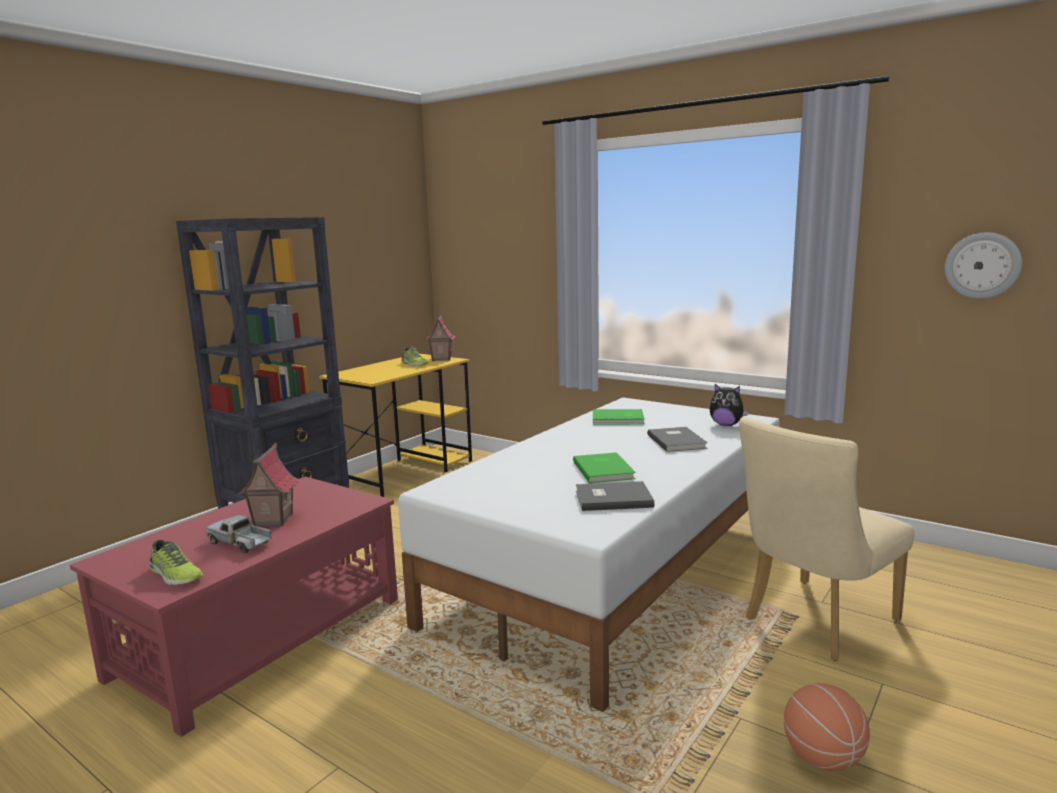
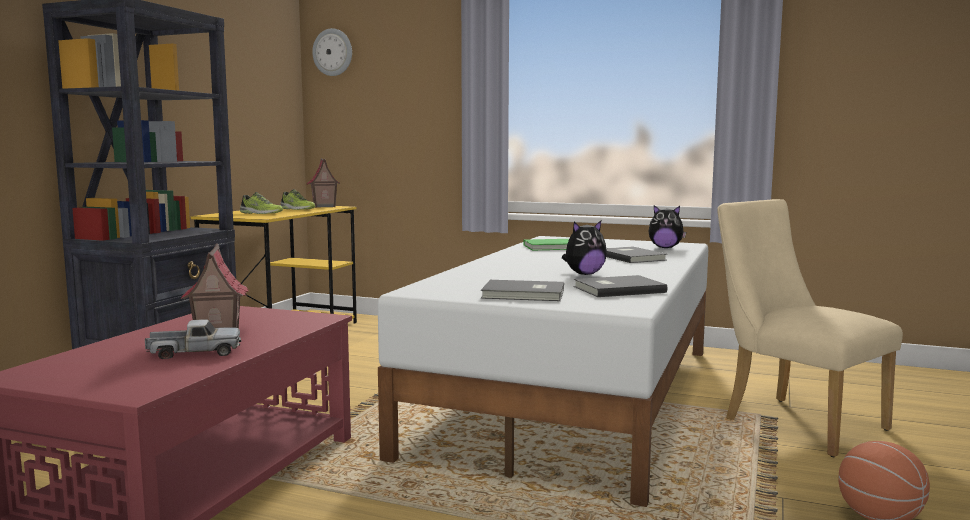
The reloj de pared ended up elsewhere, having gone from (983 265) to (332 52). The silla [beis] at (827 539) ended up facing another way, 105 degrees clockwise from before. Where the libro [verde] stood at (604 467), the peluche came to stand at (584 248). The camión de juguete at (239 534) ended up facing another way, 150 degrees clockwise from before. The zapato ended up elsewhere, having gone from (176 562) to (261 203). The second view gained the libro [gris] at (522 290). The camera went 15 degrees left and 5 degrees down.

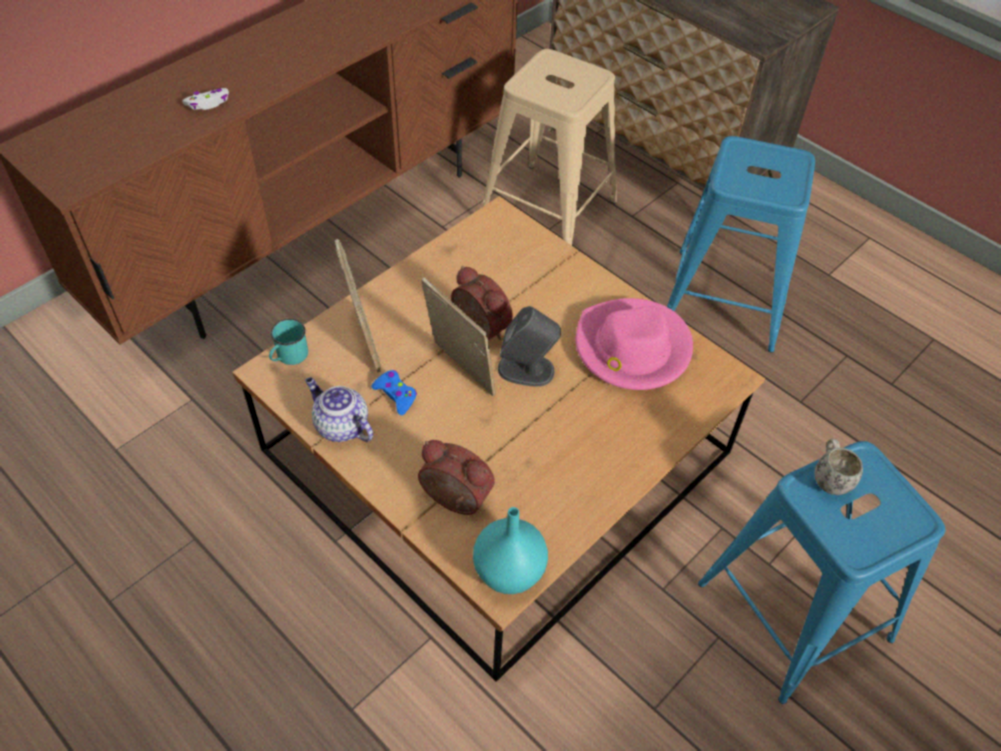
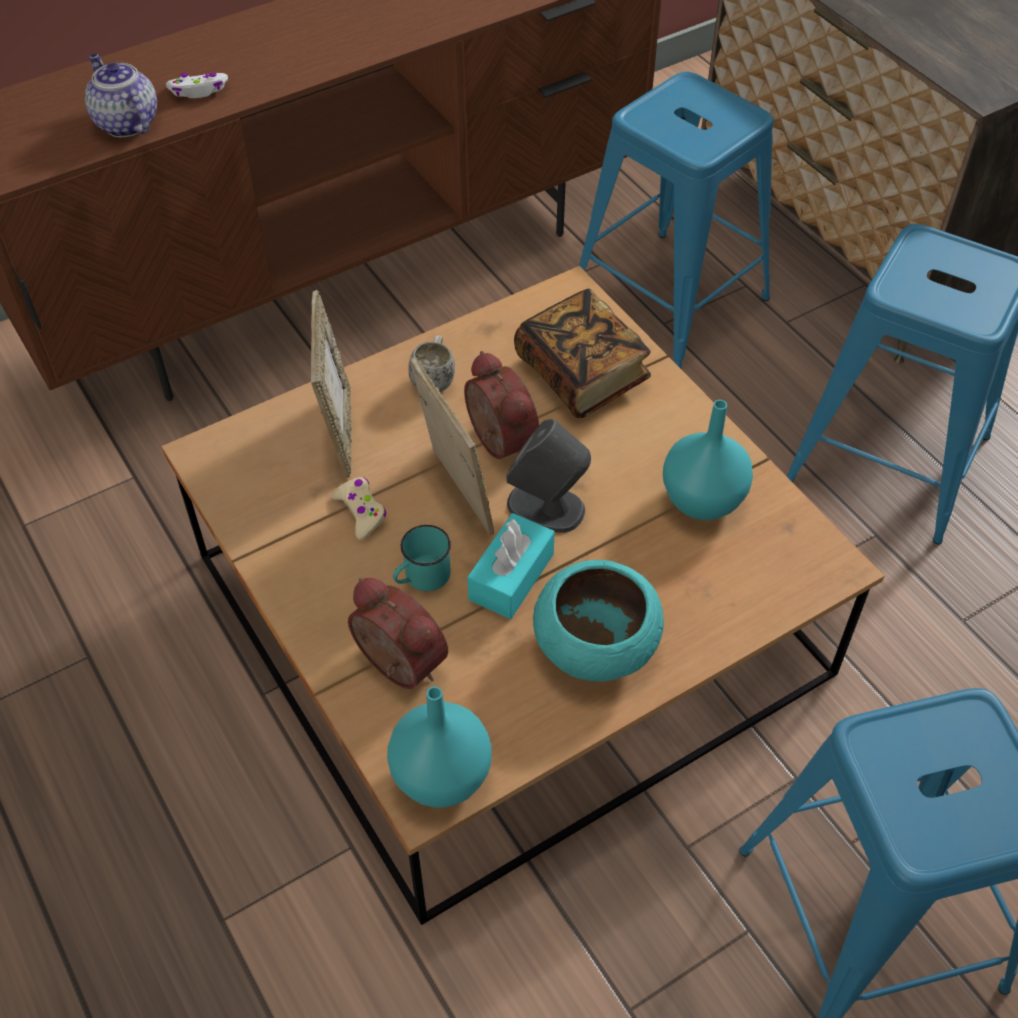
What was the taburete [beis] at (549 147) turned into the taburete [azul] at (676 220). Where the sombrero [rosa] stood at (634 344), the florero [turquesa] came to stand at (708 460). The taza grande [turquesa] ended up elsewhere, having gone from (288 342) to (422 558). What was the mando de consola [azul] at (394 392) turned into the mando de consola [beis] at (359 508). The tetera ended up elsewhere, having gone from (339 409) to (121 95). The taza grande [blanco] ended up elsewhere, having gone from (838 467) to (431 363). The second view gained the libro at (582 353). The second view gained the caja de pañuelos [turquesa] at (511 566). The second view gained the cuenco [turquesa] at (598 621). The camera went 15 degrees right and 0 degrees up.

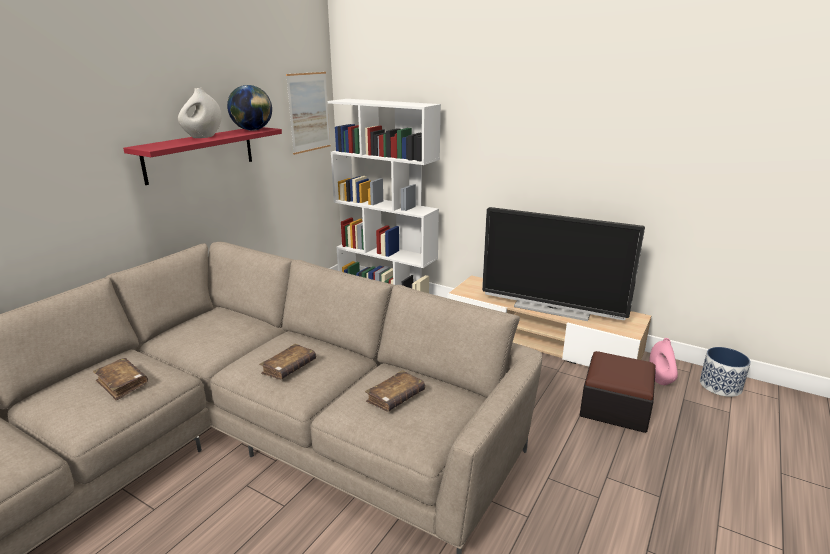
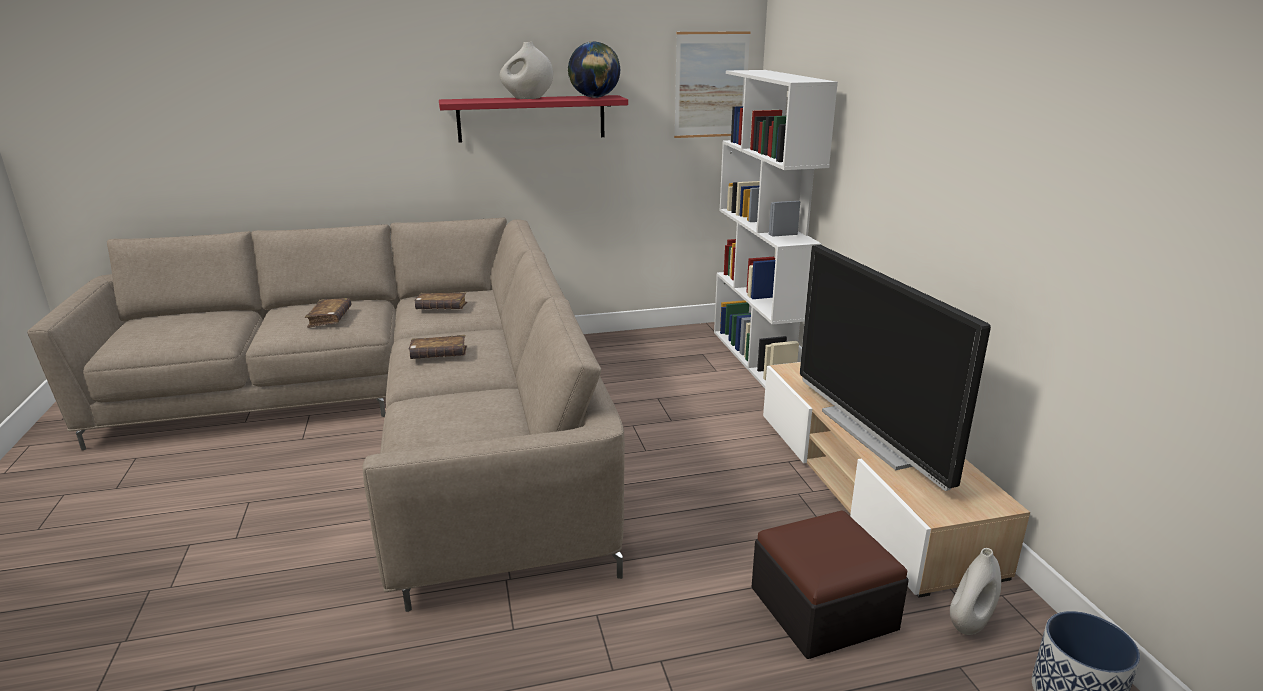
What was the florero [rosa] at (663 361) turned into the florero [blanco] at (975 591). The libro [marrón] ended up elsewhere, having gone from (395 391) to (440 300). The camera went 45 degrees right and 0 degrees up.

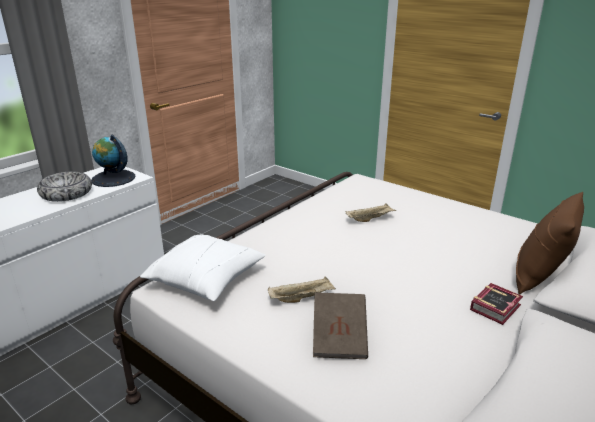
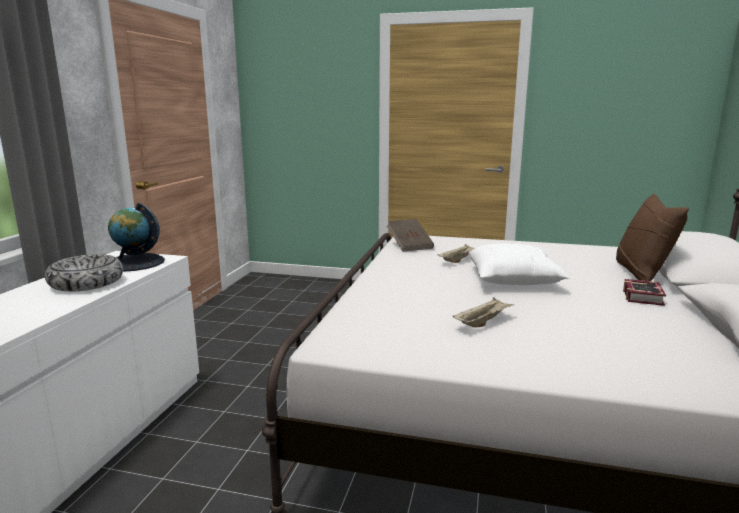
The cojín [blanco] ended up elsewhere, having gone from (203 267) to (519 264). The libro [marrón] ended up elsewhere, having gone from (340 325) to (410 235). The camera went 25 degrees left and 10 degrees down.

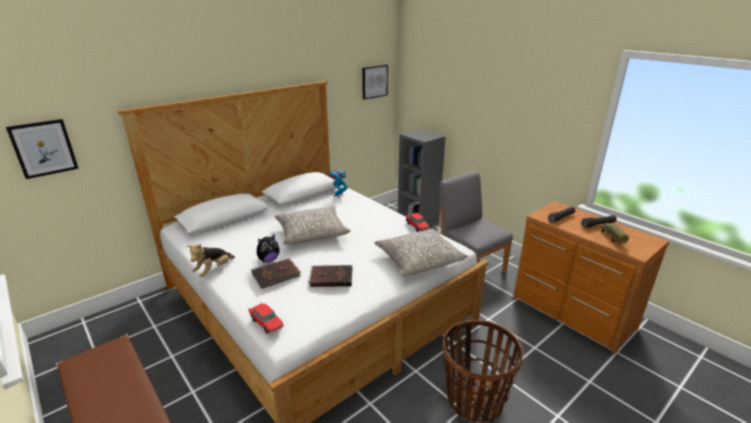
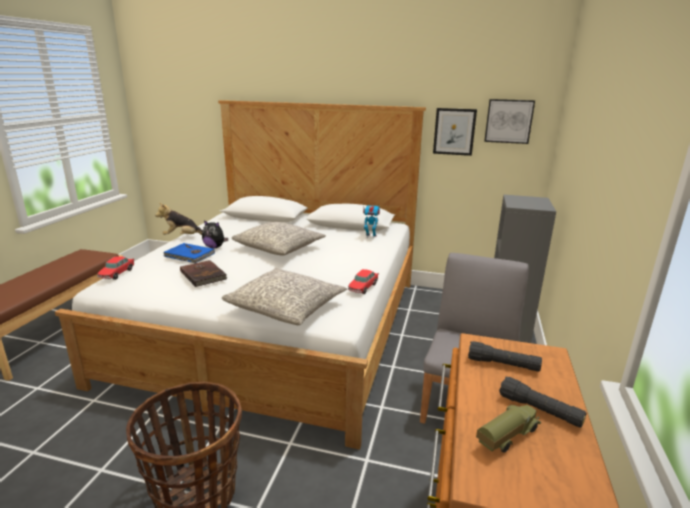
The cuadro ended up elsewhere, having gone from (42 149) to (455 132). What was the libro [marrón] at (276 274) turned into the libro [azul] at (189 253). The camera went 55 degrees right and 5 degrees down.

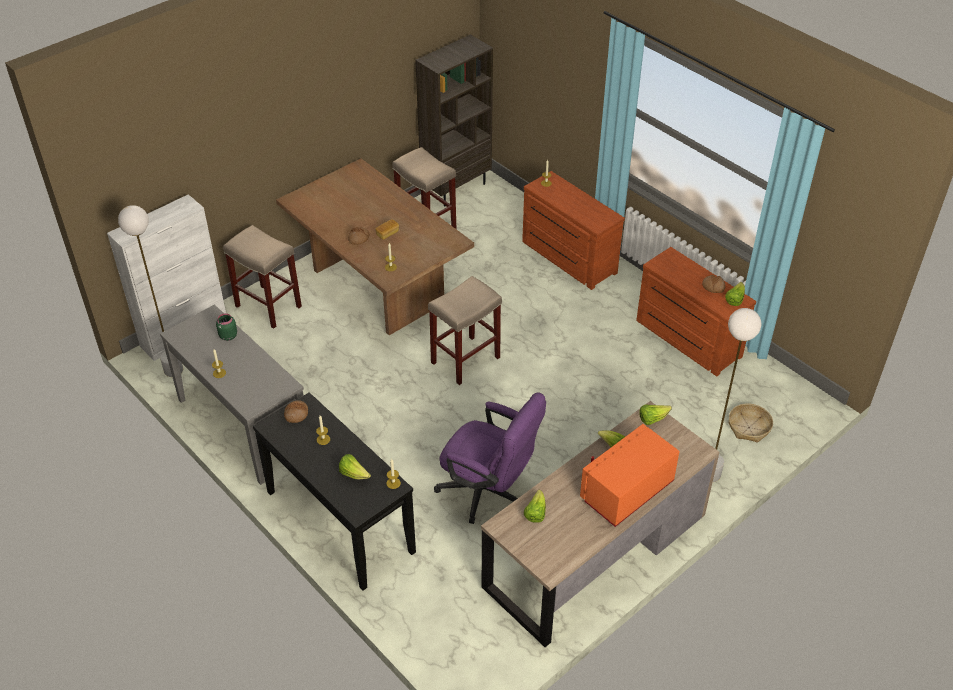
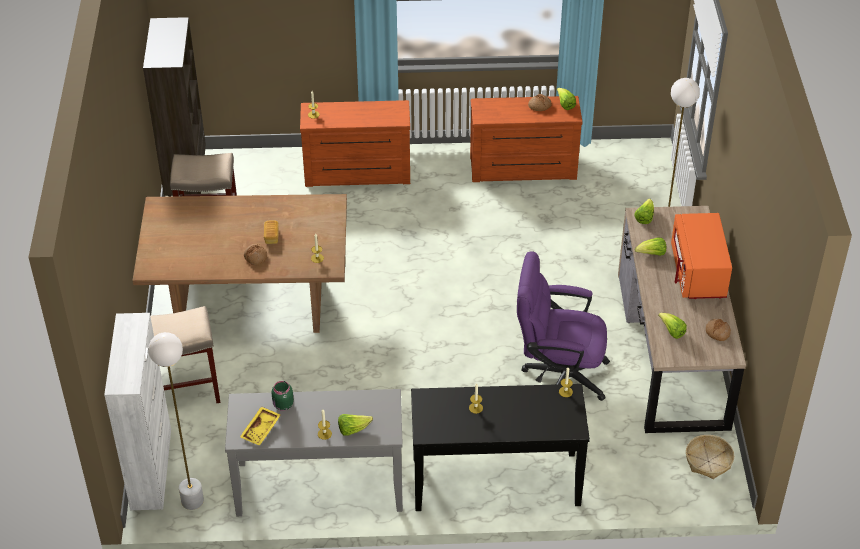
The second view lost the taburete [beis] at (465 330). The silla de oficina [morado] at (490 458) ended up facing another way, 150 degrees counterclockwise from before. The pan ended up elsewhere, having gone from (296 412) to (718 330). The cesta ended up elsewhere, having gone from (751 423) to (710 457). The lechuga ended up elsewhere, having gone from (355 466) to (355 425). The second view gained the bandeja [amarillo] at (260 426). The camera went 50 degrees left and 0 degrees up.

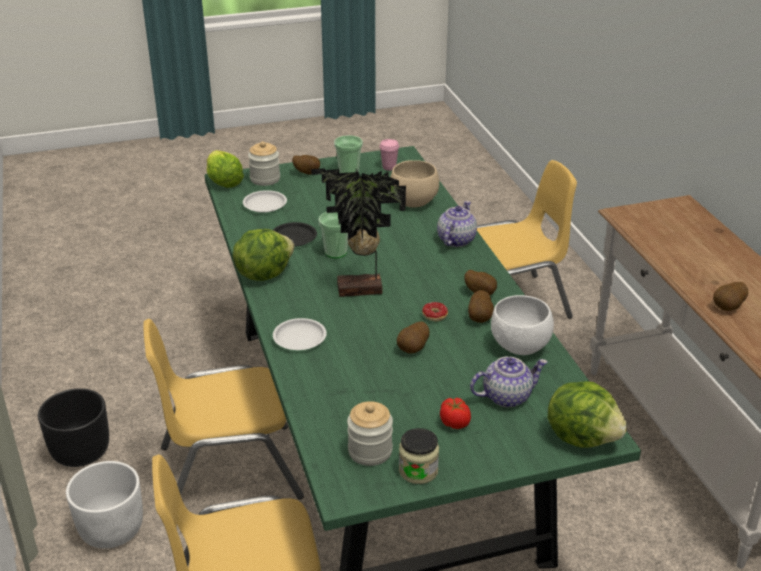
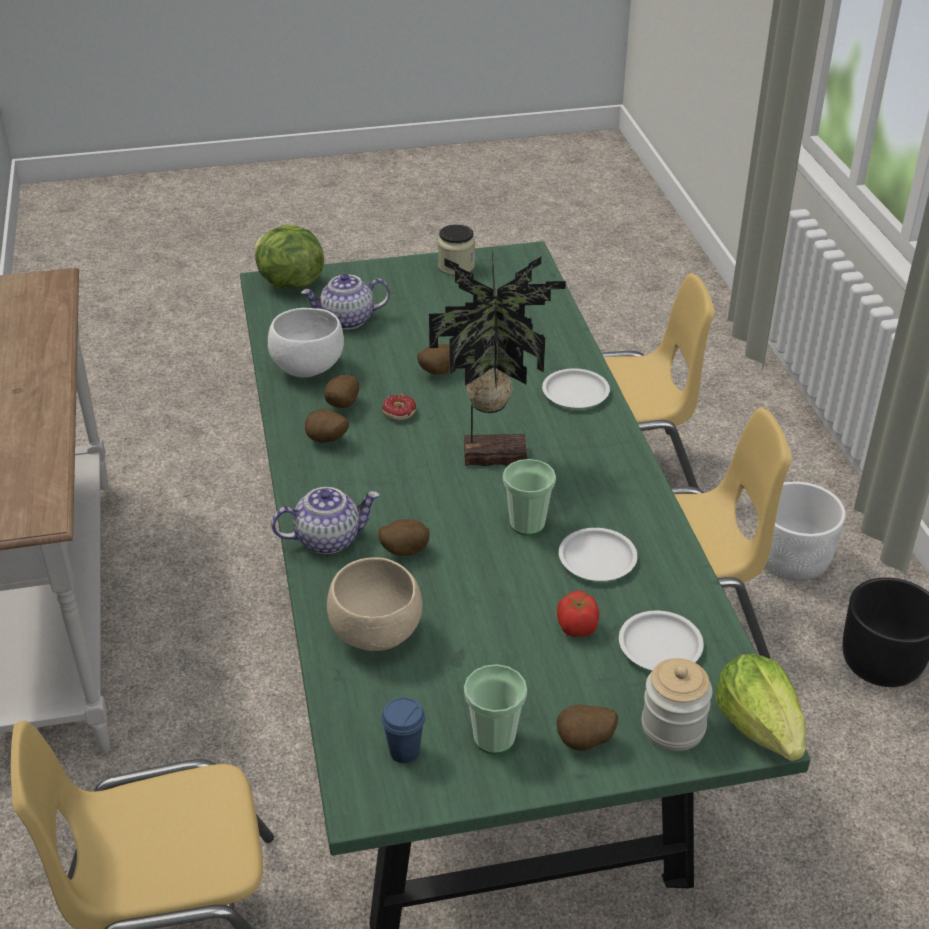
What was the taza [rosa] at (389 155) turned into the taza [azul] at (403 730). The tetera at (457 224) ended up facing another way, 135 degrees counterclockwise from before. What was the plato [negro] at (295 234) turned into the plato [blanco] at (598 554). The second view lost the lechuga at (263 255). The patata ended up elsewhere, having gone from (730 296) to (404 537). The tomate ended up elsewhere, having gone from (455 413) to (578 614). The second view lost the tarro at (370 433). The camera went 175 degrees left and 5 degrees up.

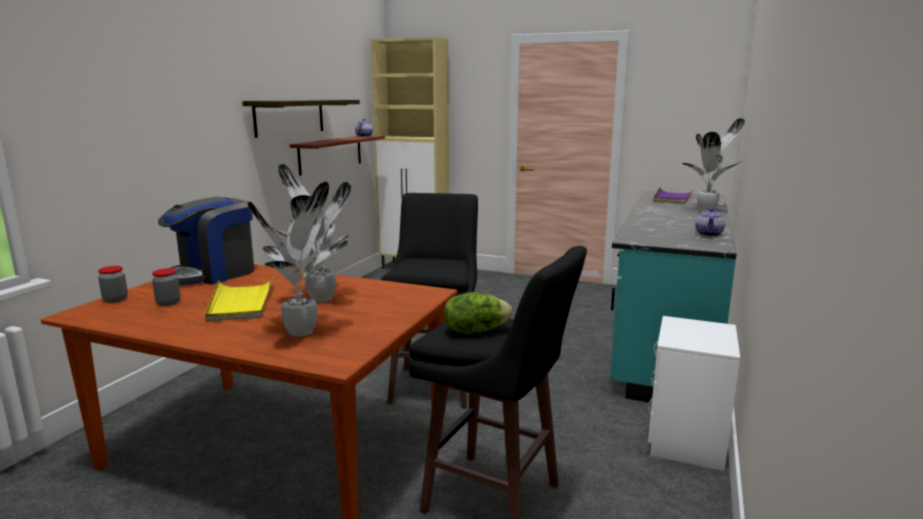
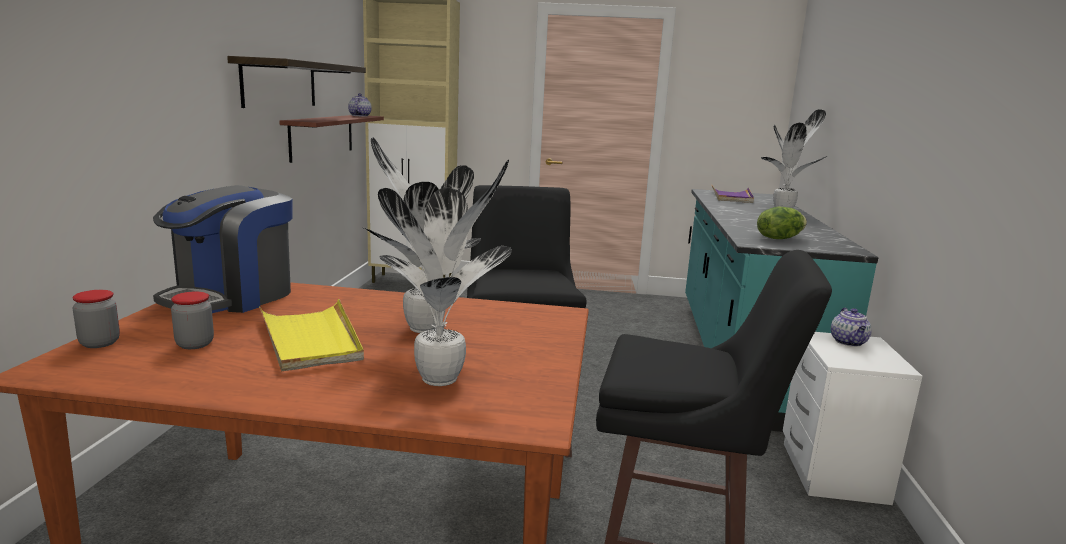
The tetera ended up elsewhere, having gone from (710 222) to (851 327). The lechuga ended up elsewhere, having gone from (478 313) to (782 223). The camera went 15 degrees left and 0 degrees up.

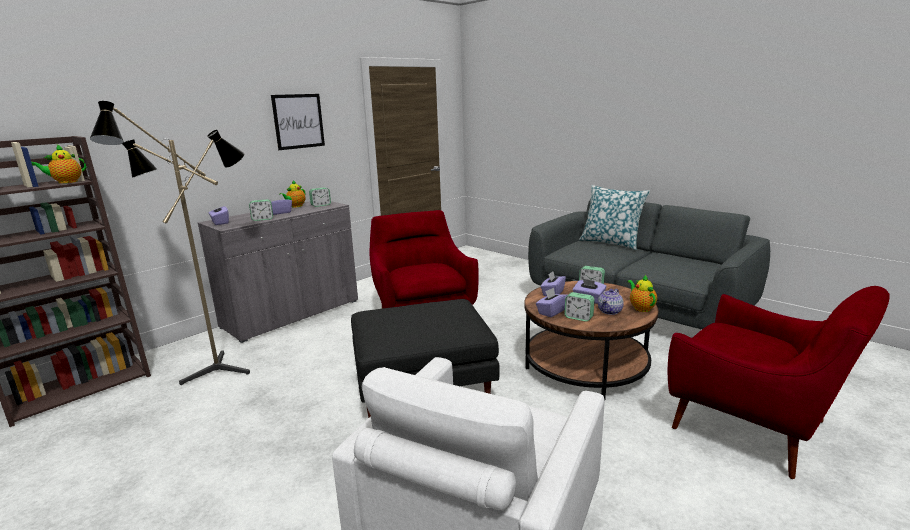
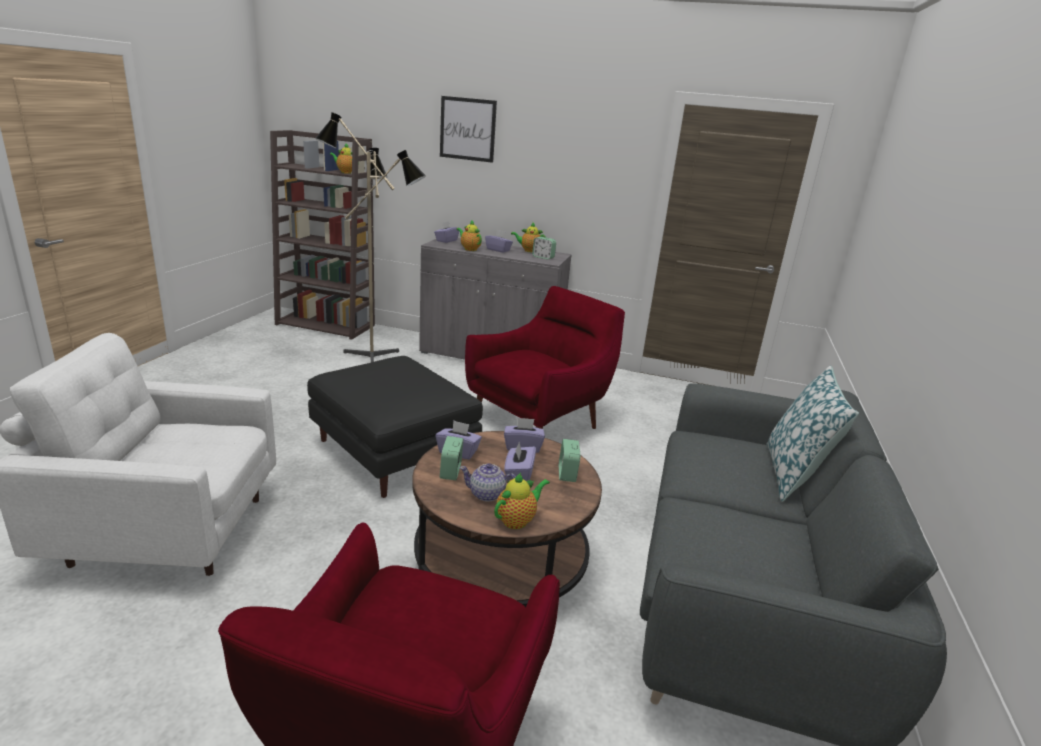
The cuadro ended up elsewhere, having gone from (298 122) to (468 129). Where the despertador stood at (261 210), the tetera came to stand at (469 235). The camera went 60 degrees right and 5 degrees up.

